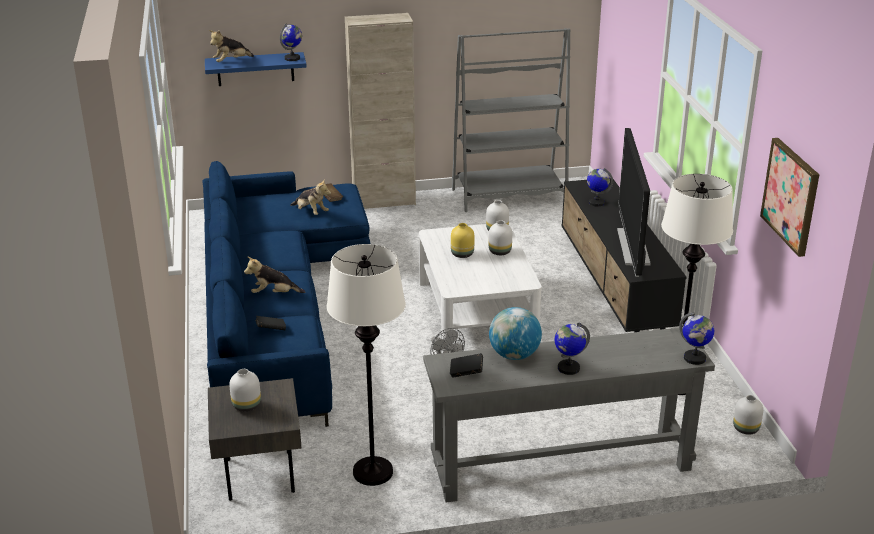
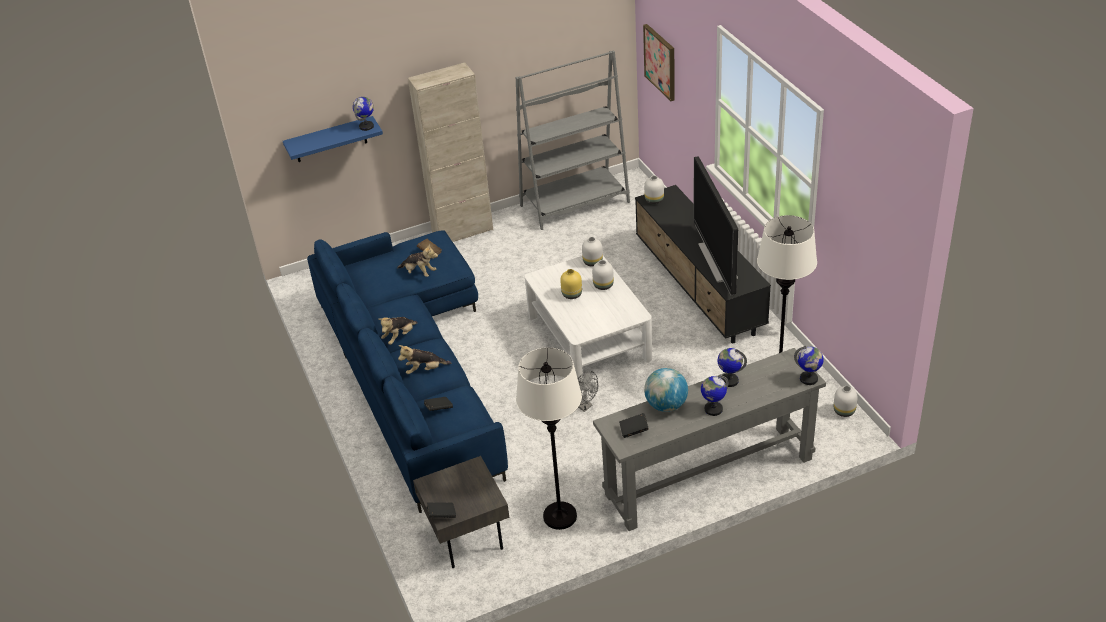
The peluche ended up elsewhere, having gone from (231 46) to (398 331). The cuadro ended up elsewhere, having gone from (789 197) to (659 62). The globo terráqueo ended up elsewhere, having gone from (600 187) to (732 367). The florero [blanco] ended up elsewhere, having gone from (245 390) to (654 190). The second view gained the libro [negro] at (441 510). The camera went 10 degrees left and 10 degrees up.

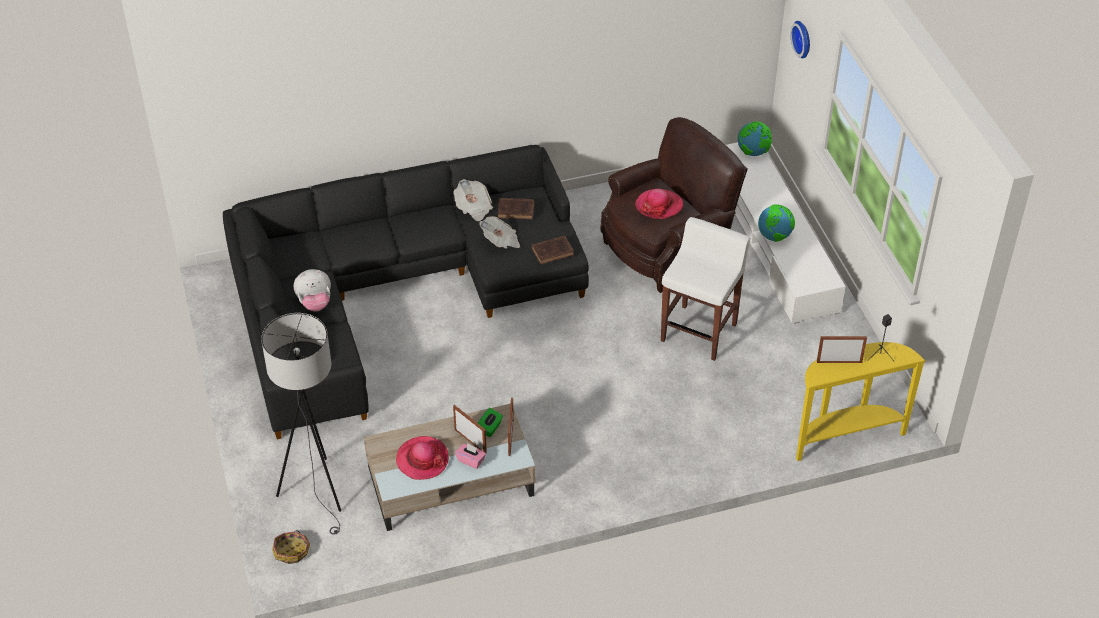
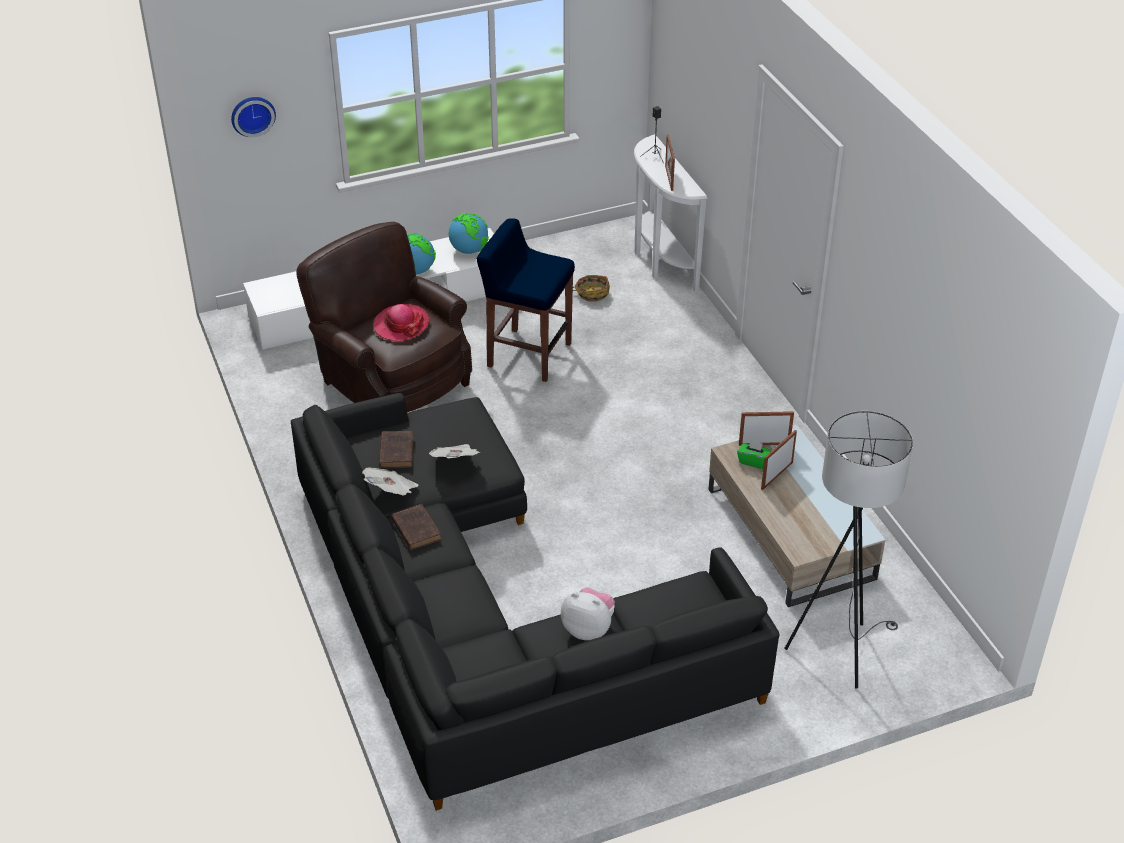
The globo terráqueo ended up elsewhere, having gone from (755 138) to (468 233). What was the taburete [blanco] at (705 289) turned into the taburete [azul] at (526 300). The libro [marrón] ended up elsewhere, having gone from (553 250) to (416 527). The peluche at (312 290) ended up facing another way, 45 degrees counterclockwise from before. What was the mesa consola [amarillo] at (861 401) turned into the mesa consola [blanco] at (671 213). The second view lost the sombrero at (422 458). The second view lost the caja de pañuelos [rosa] at (470 456). The cesta ended up elsewhere, having gone from (291 547) to (591 288). The camera went 95 degrees left and 5 degrees down.

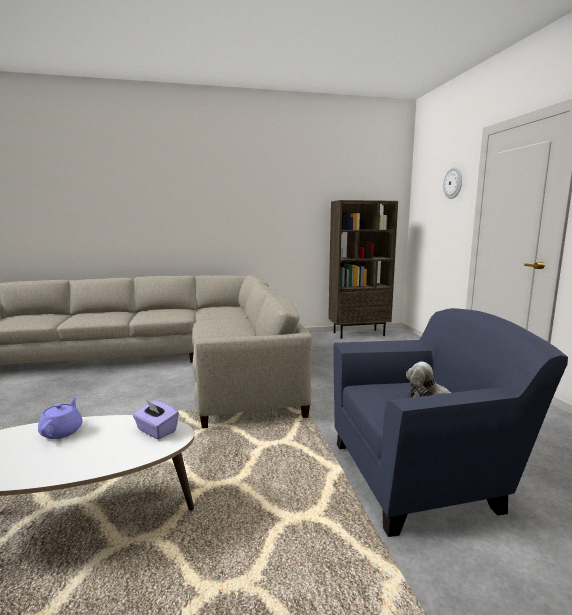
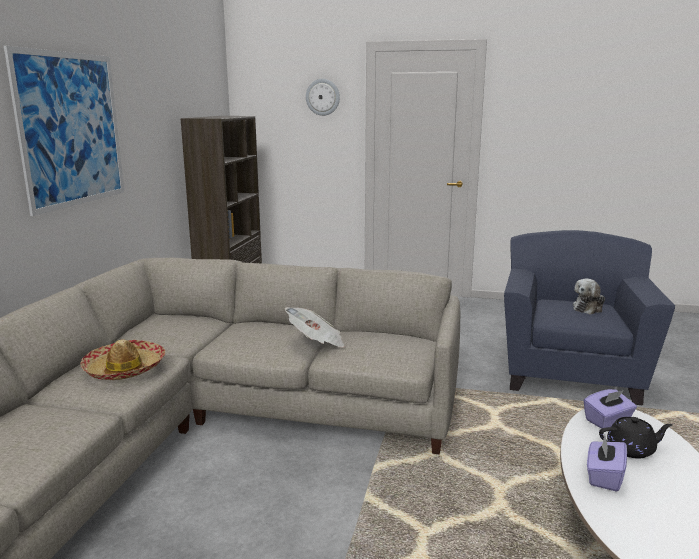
Where the tetera [morado] stood at (60 417), the caja de pañuelos [morado] came to stand at (607 463). The second view gained the cuadro at (64 131). The second view gained the periódico at (315 327). The second view gained the sombrero at (122 359). The second view gained the tetera [negro] at (636 438). The camera went 65 degrees left and 5 degrees up.

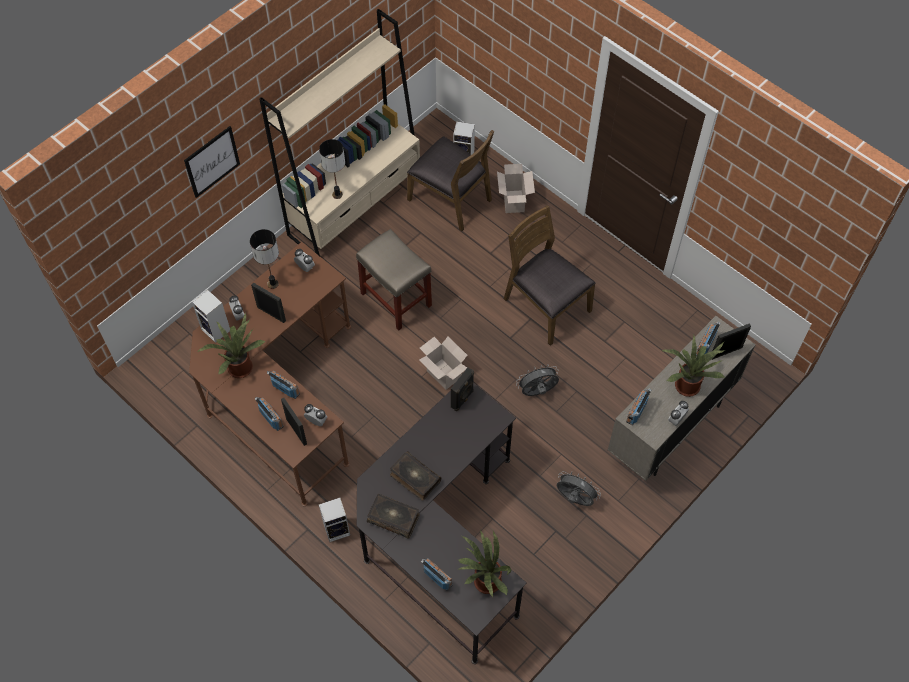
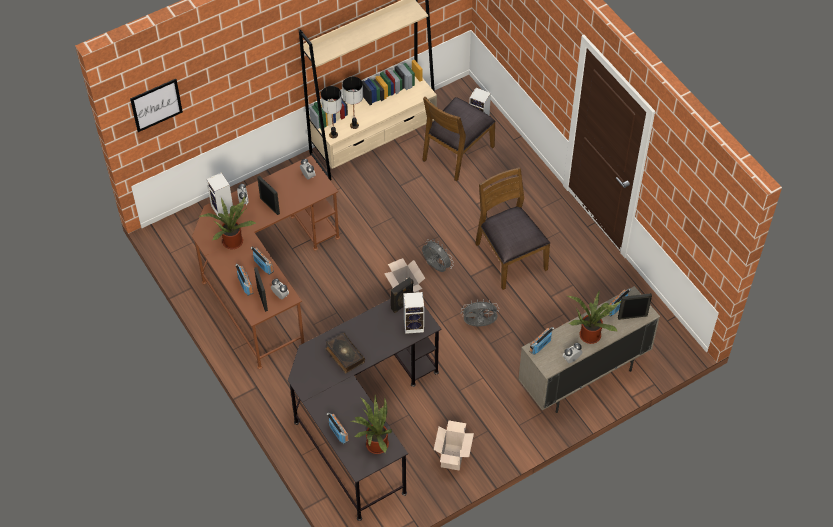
The cuadro ended up elsewhere, having gone from (212 162) to (156 105). The silla [marrón] at (450 180) ended up facing another way, 75 degrees clockwise from before. The caja de cartón ended up elsewhere, having gone from (516 188) to (454 445). The lámpara de mesa ended up elsewhere, having gone from (264 259) to (331 112). The second view lost the taburete [beis] at (394 280). The ventilador [gris] ended up elsewhere, having gone from (579 488) to (437 255). The second view lost the libro at (393 516). The altavoz ended up elsewhere, having gone from (334 520) to (413 313). The camera went 15 degrees right and 5 degrees down.

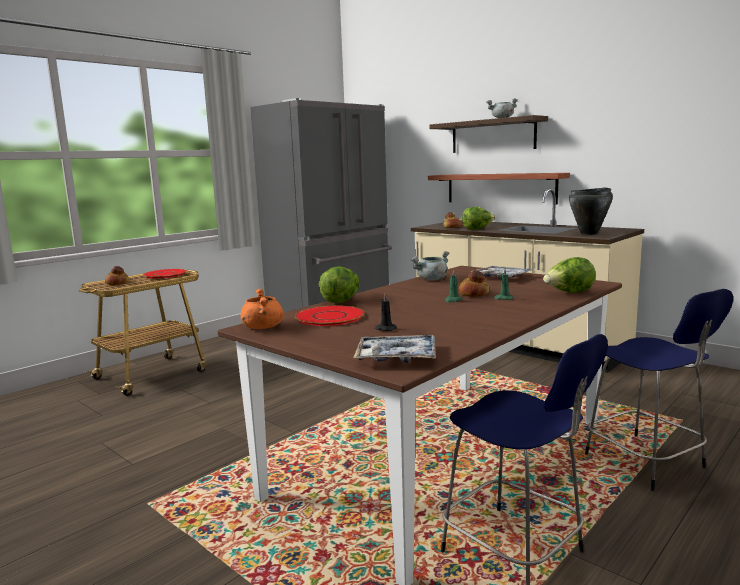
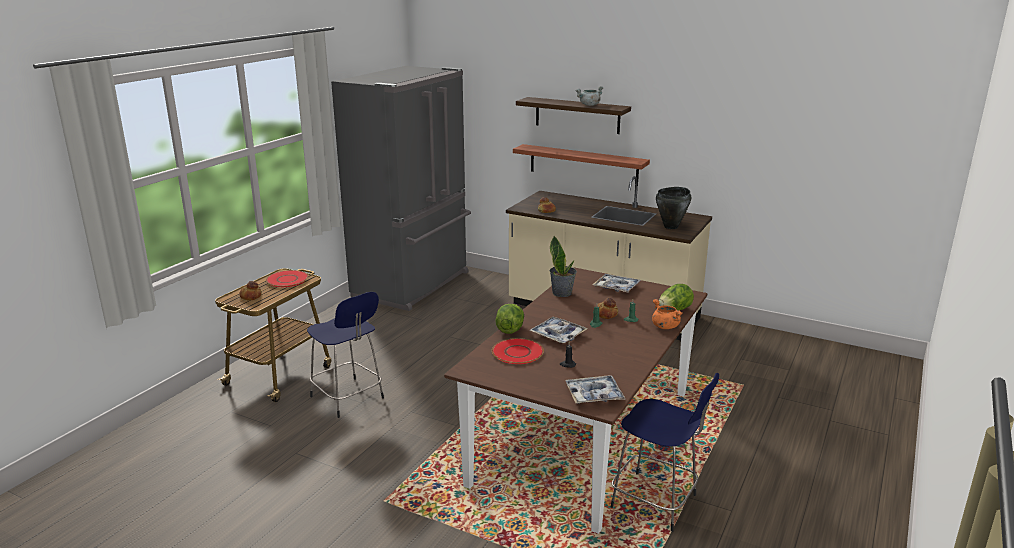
The second view lost the lechuga at (478 218). Where the olla [gris] stood at (430 266), the planta en maceta came to stand at (563 266). The olla [naranja] ended up elsewhere, having gone from (261 309) to (667 314). The taburete [azul] ended up elsewhere, having gone from (659 390) to (345 355). The second view gained the bandeja at (558 330). The camera went 15 degrees left and 10 degrees up.

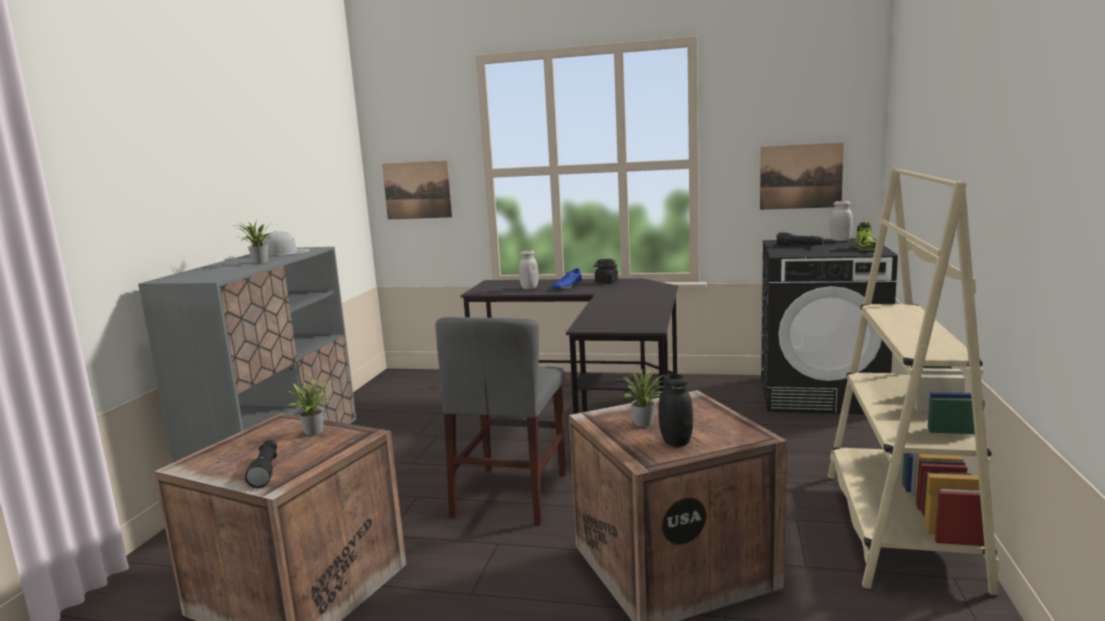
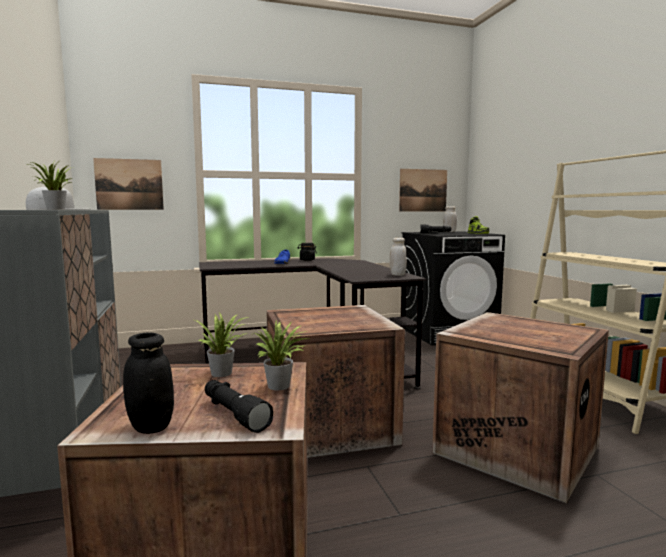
The tarro [blanco] ended up elsewhere, having gone from (528 269) to (398 257). Where the silla [gris] stood at (500 421), the caja de embalaje came to stand at (335 381). The planta en maceta ended up elsewhere, having gone from (641 397) to (282 355). The tarro [negro] ended up elsewhere, having gone from (675 410) to (148 383). The camera went 30 degrees left and 5 degrees down.

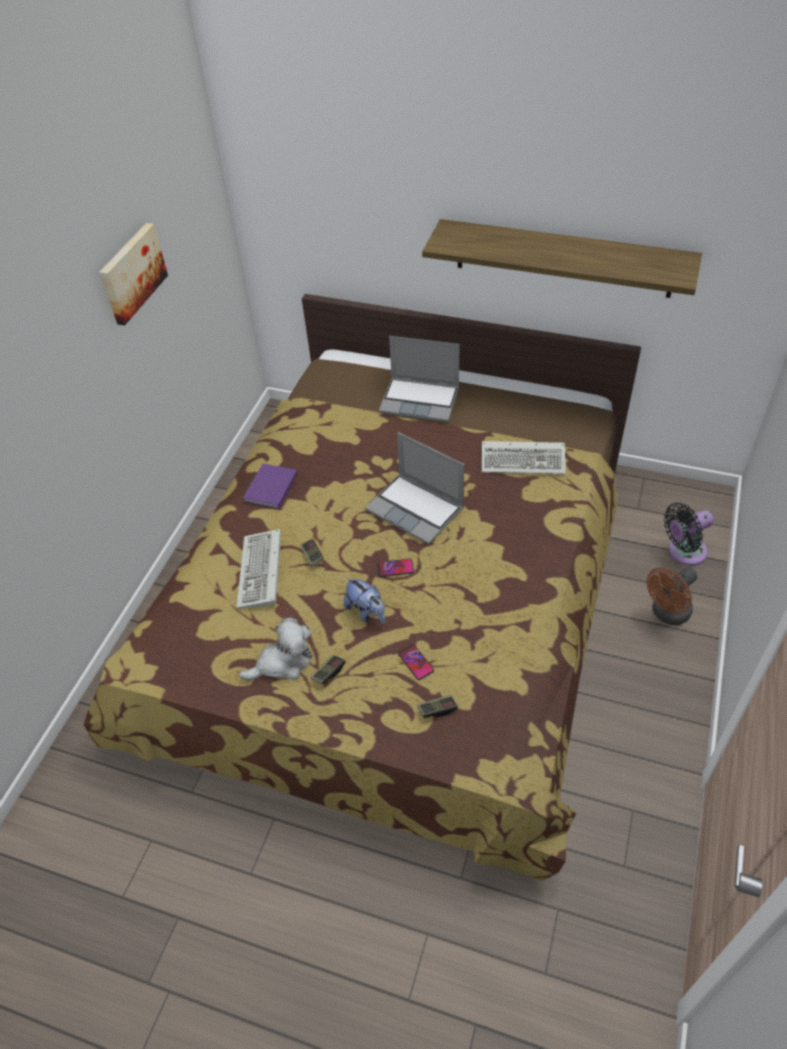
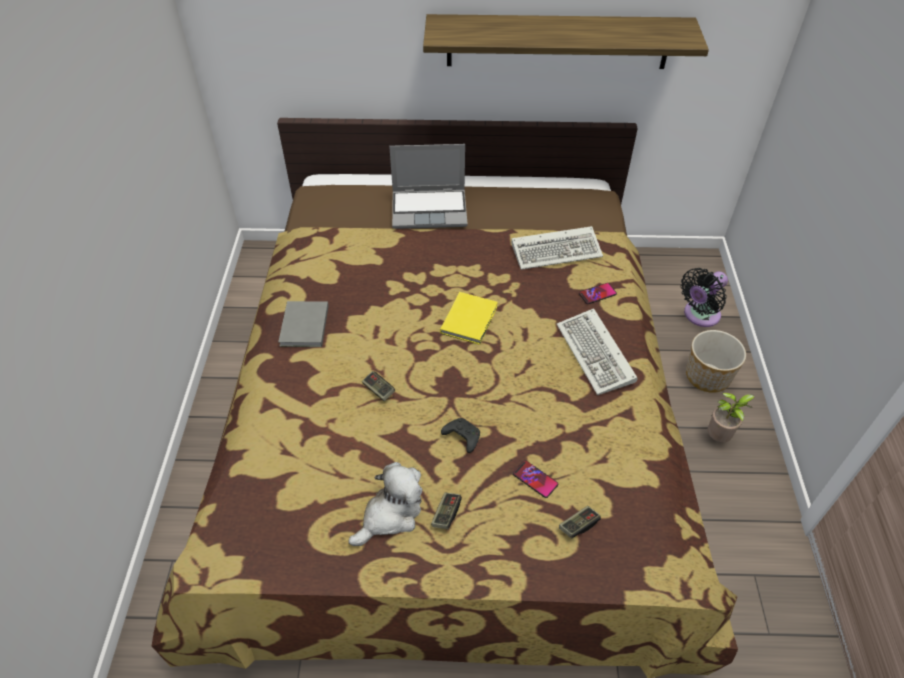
The second view lost the cuadro at (133 274). Where the portátil stood at (414 488), the libro [amarillo] came to stand at (469 318). What was the libro [morado] at (270 486) turned into the libro [gris] at (303 324). The teclado ended up elsewhere, having gone from (258 569) to (597 351). The móvil ended up elsewhere, having gone from (395 568) to (598 293). Where the ventilador [marrón] stood at (672 596), the maceta came to stand at (716 361). Where the peluche stood at (364 600), the mando de consola [negro] came to stand at (460 435). The second view gained the planta en maceta at (731 417). The camera went 20 degrees left and 0 degrees up.

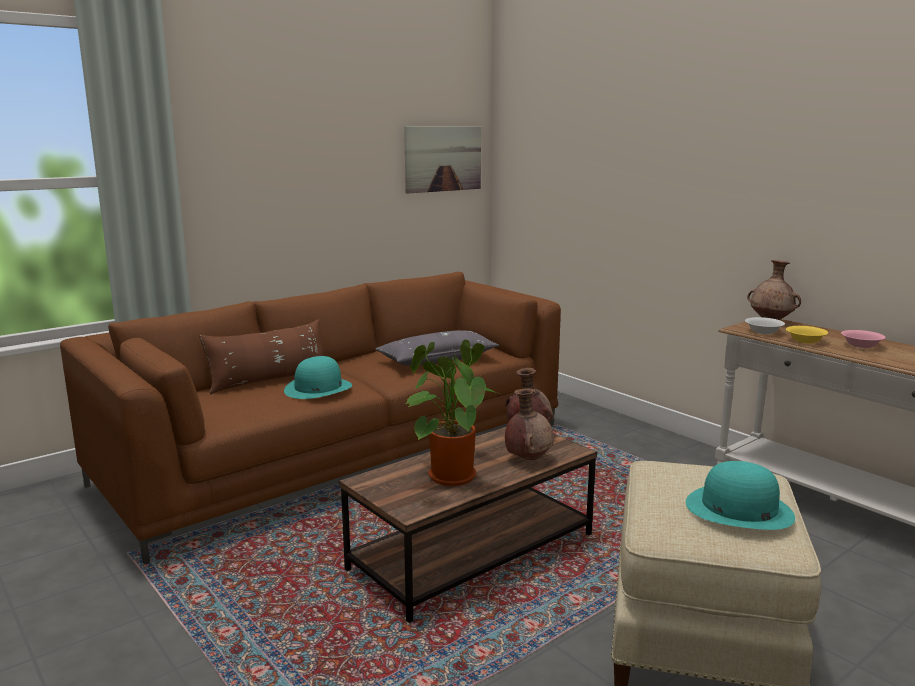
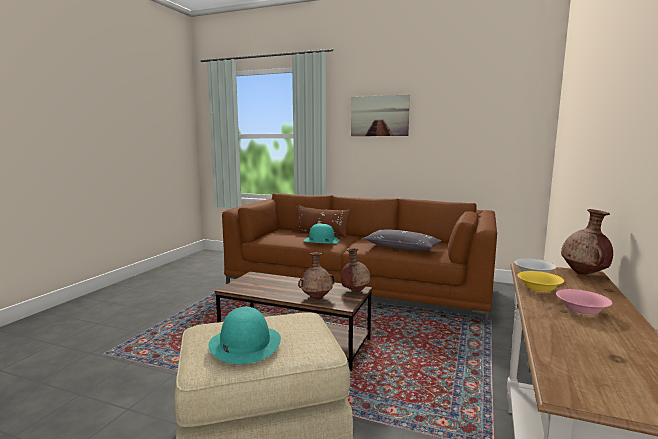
The cuadro ended up elsewhere, having gone from (442 160) to (380 115). The second view lost the planta en maceta at (451 413). The camera went 60 degrees right and 5 degrees down.

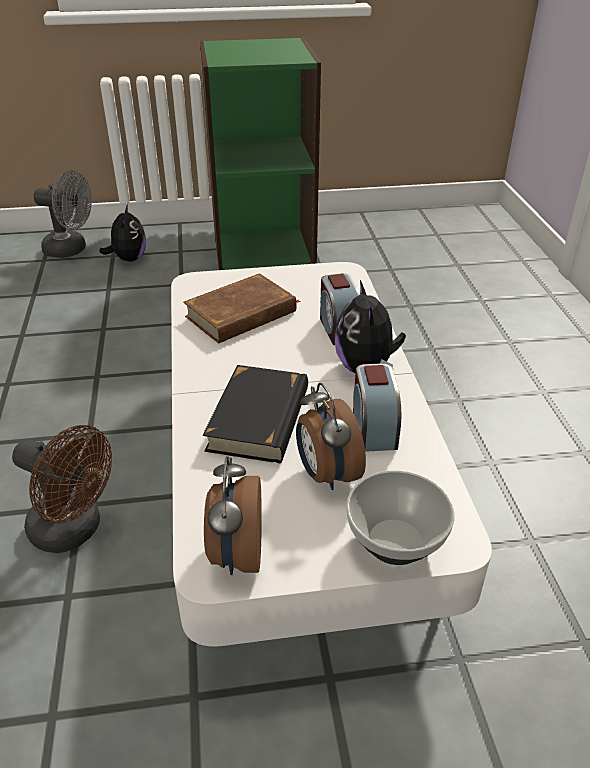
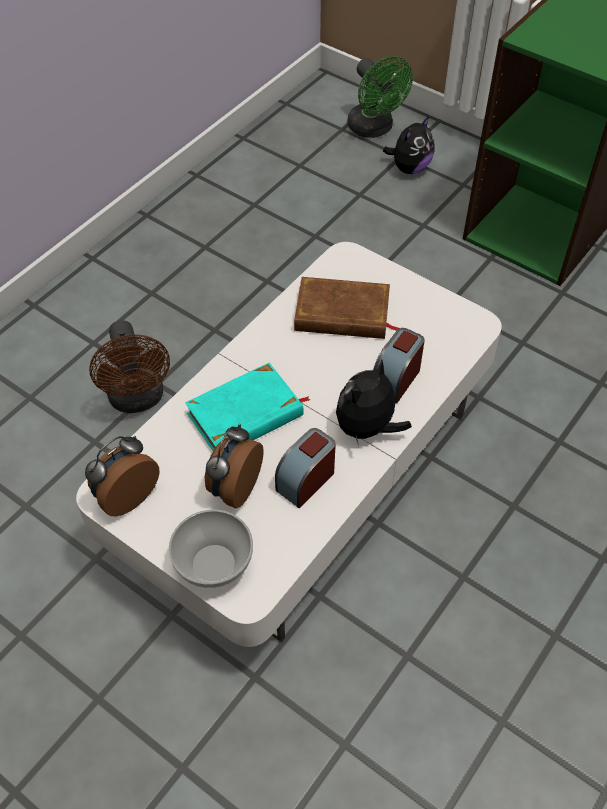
What was the ventilador [gris] at (63 214) turned into the ventilador [verde] at (380 97). What was the libro [negro] at (255 414) turned into the libro [turquesa] at (248 407). The camera went 45 degrees right and 15 degrees up.

